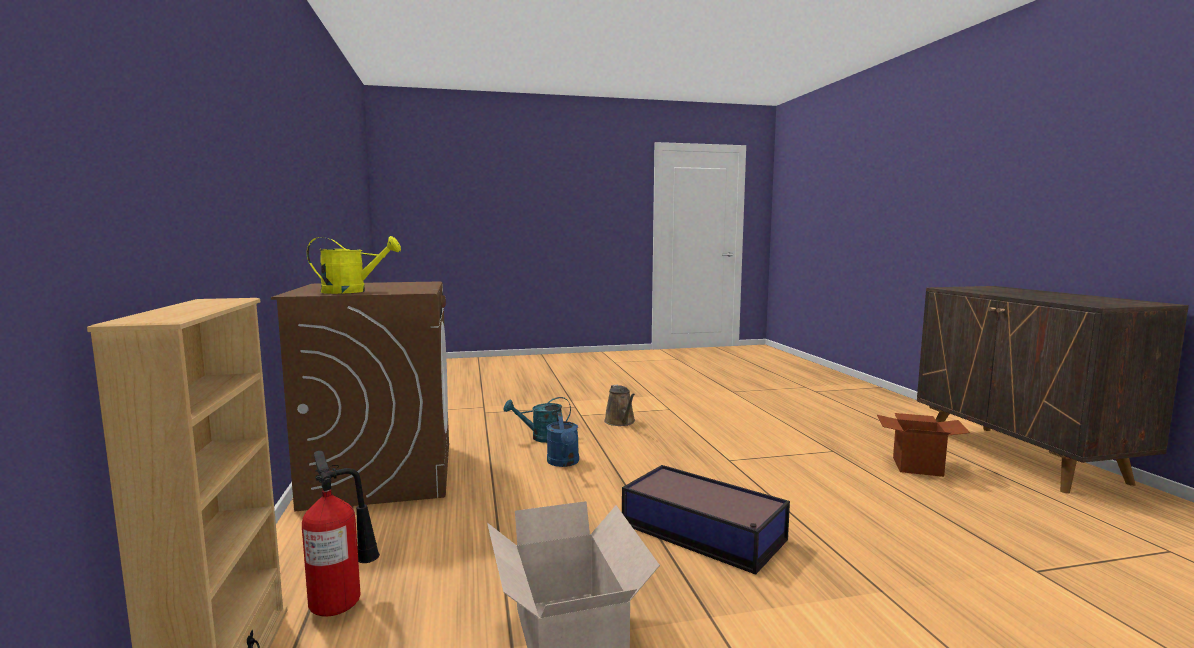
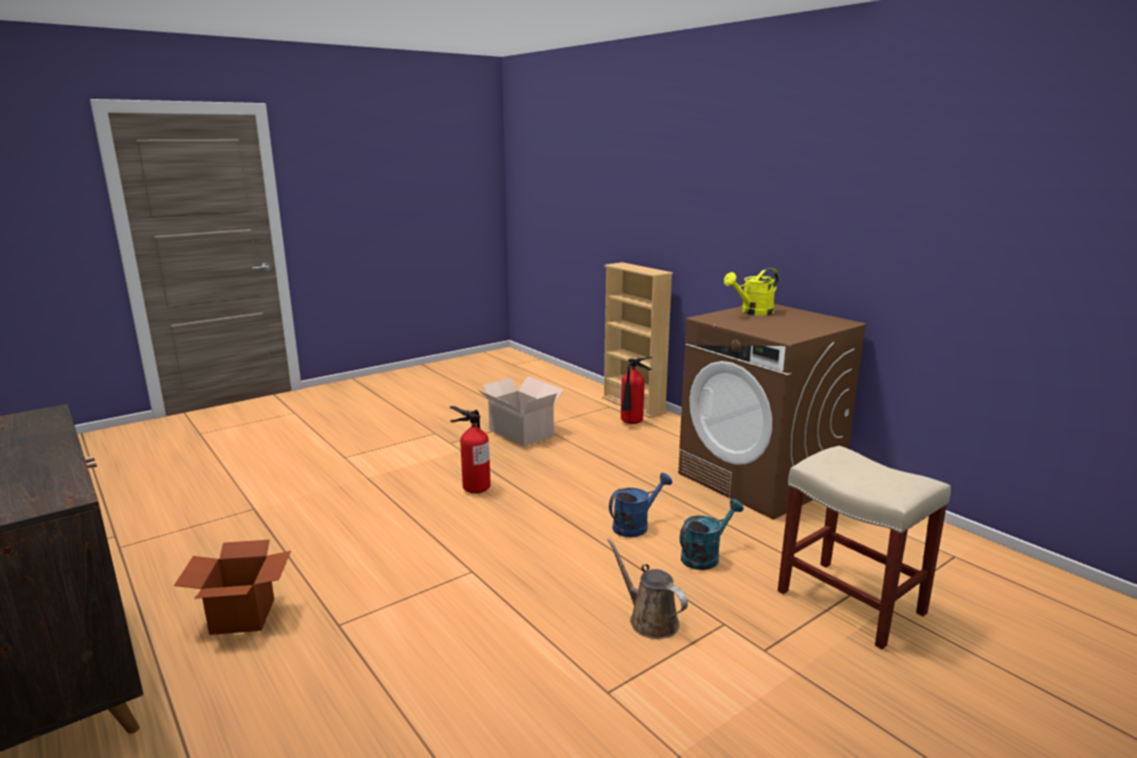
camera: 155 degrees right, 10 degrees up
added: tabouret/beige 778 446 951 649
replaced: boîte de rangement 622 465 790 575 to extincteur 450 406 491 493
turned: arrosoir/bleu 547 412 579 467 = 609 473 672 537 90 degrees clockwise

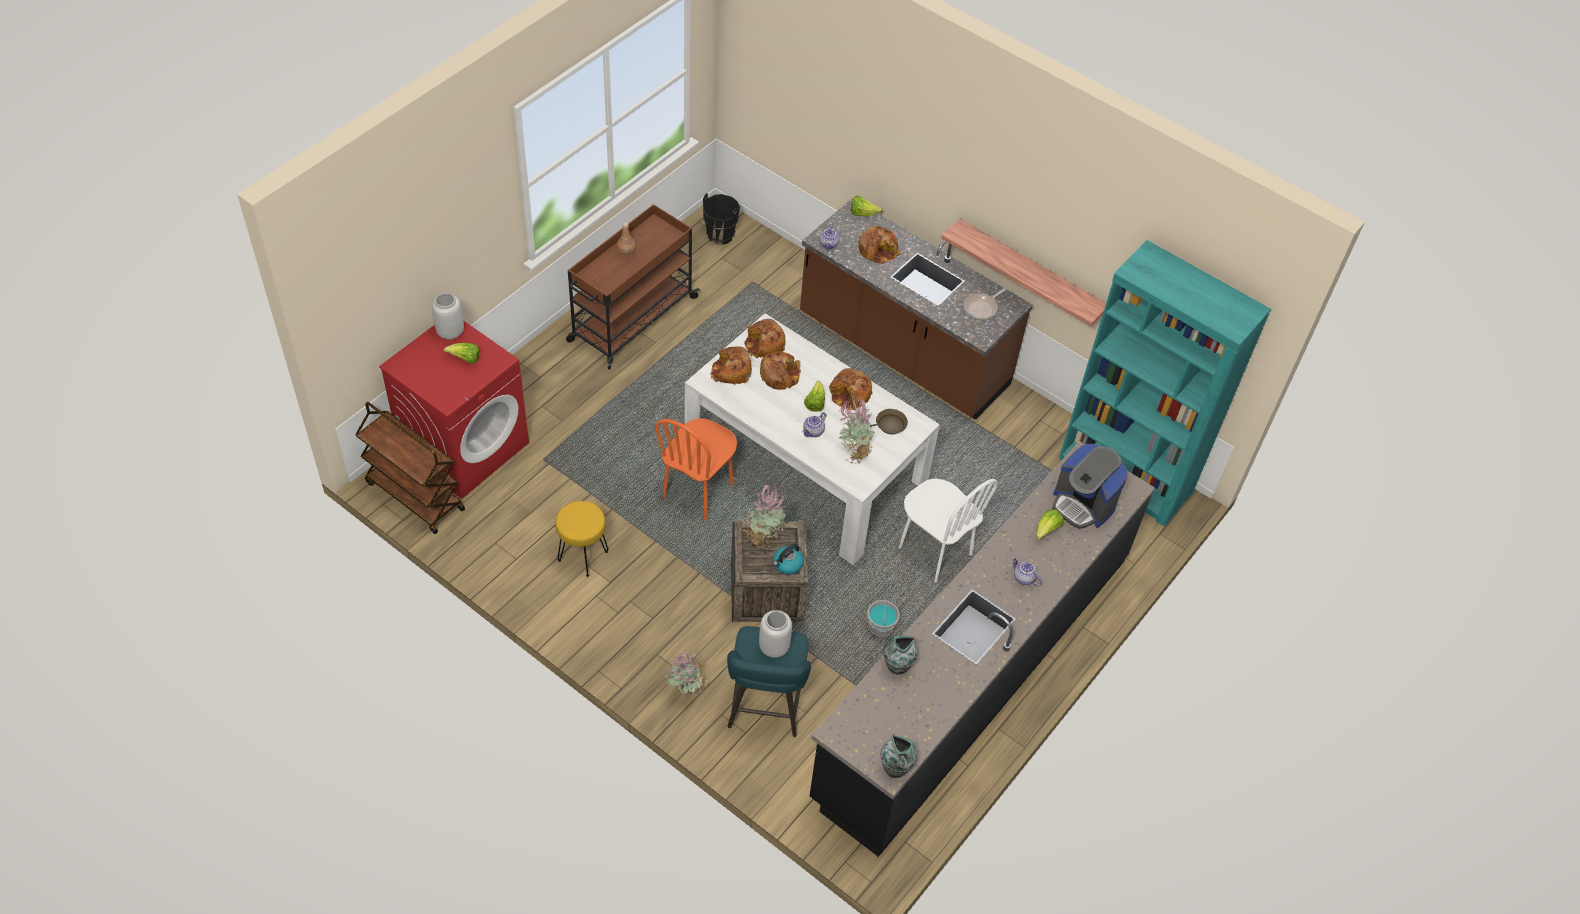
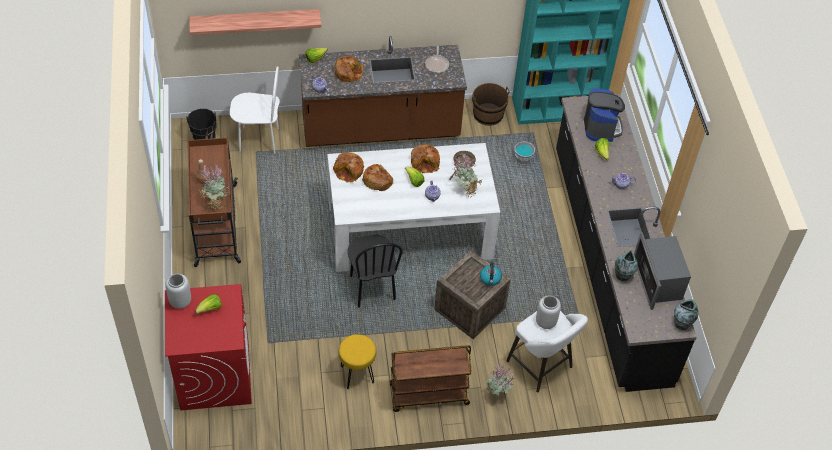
camera: 45 degrees left, 0 degrees up
removed: pain 710 346 752 384
added: seau/marron 472 83 510 126; micro-ondes 634 232 691 310
moved: étagère 941 219 1106 326 to 189 9 321 35; chariot/marron 355 402 465 534 to 389 345 472 412; chaise/blanc 899 478 998 583 to 230 66 280 154; plante en pot 742 483 786 550 to 199 164 228 211; seau/gris 867 596 900 637 to 515 140 535 166
recoloured: chaise/orange 655 418 737 521 to chaise/noir 347 235 403 307; tabouret/turquoise 727 626 811 737 to tabouret/blanc 506 311 588 392
turned: machine à café 1053 444 1128 529 = 584 88 625 142 90 degrees counterclockwise

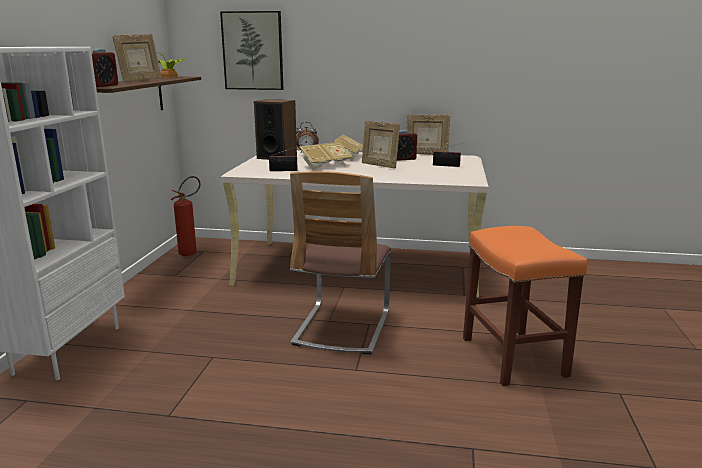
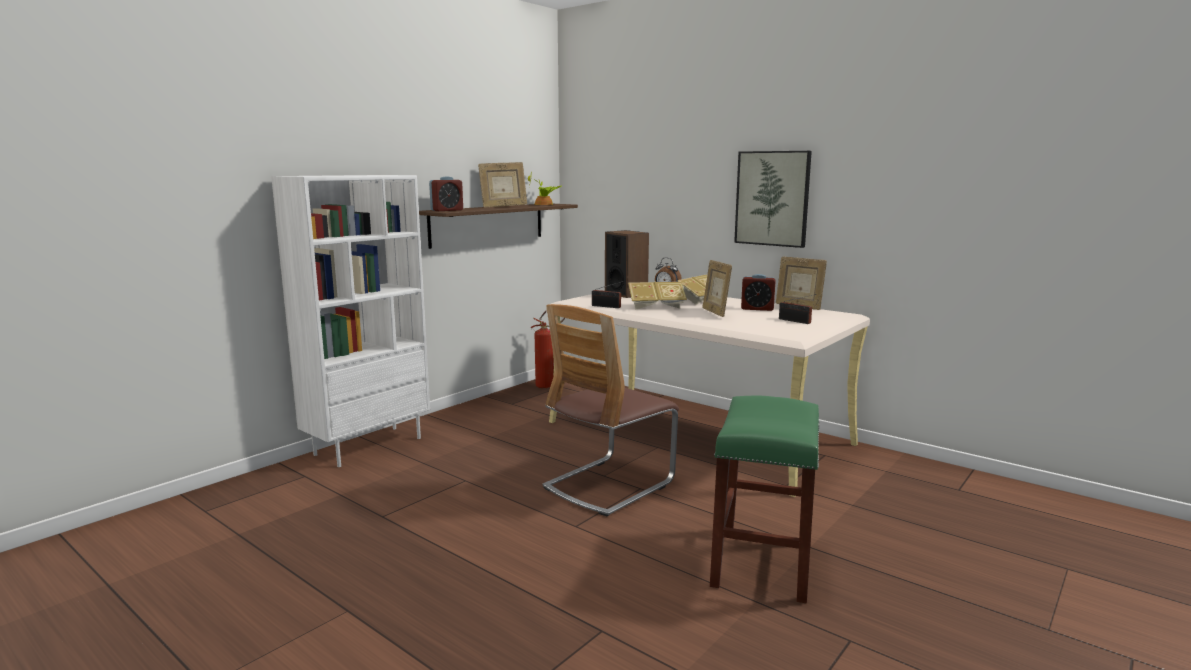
camera: 30 degrees right, 5 degrees down
moved: tableau 220 11 284 90 to 734 151 812 248
recoloured: tabouret/orange 463 226 587 386 to tabouret/vert 710 395 819 603

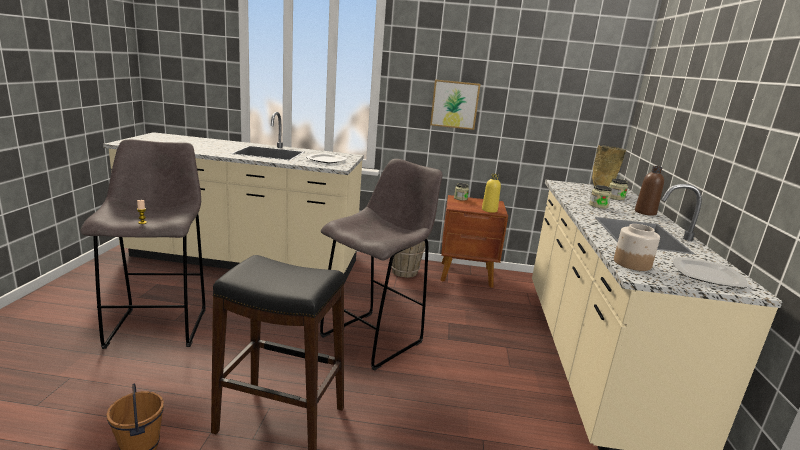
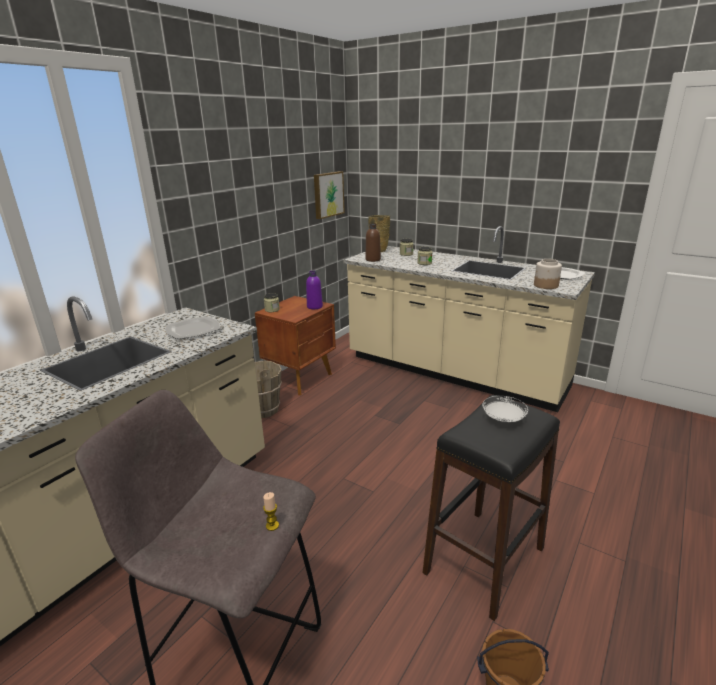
camera: 60 degrees left, 5 degrees up
removed: tabouret/gris 320 159 442 371
added: assiette/blanc 483 396 528 422
moved: tableau 430 80 480 130 to 314 171 345 219; bouteille/marron 635 166 664 216 to 365 223 381 262
recoloured: bouteille/jaune 482 174 501 213 to bouteille/violet 306 271 323 309

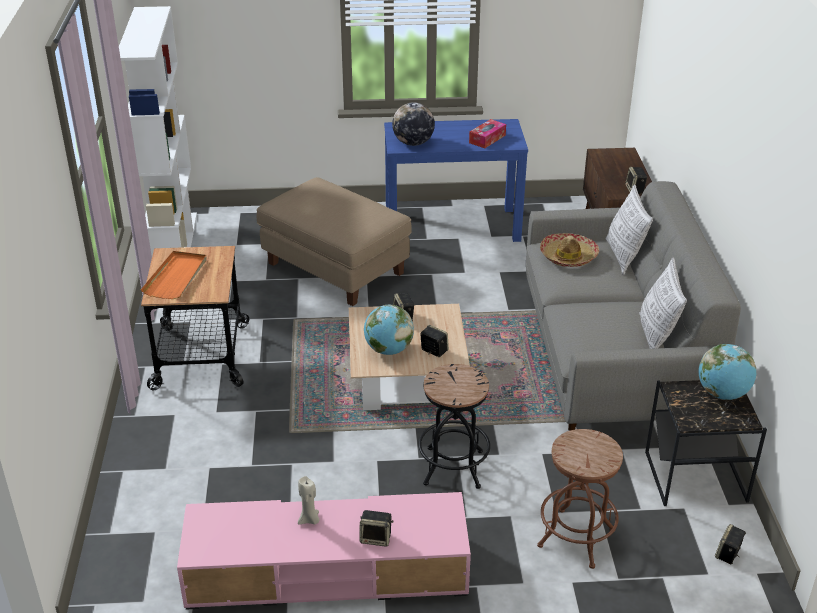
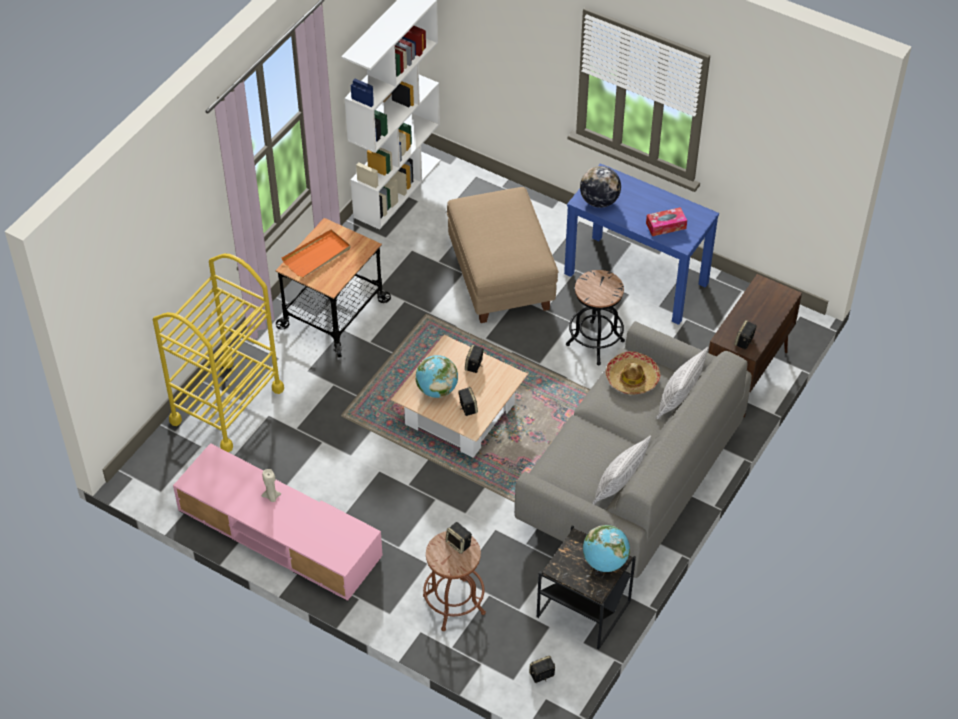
camera: 35 degrees right, 15 degrees up
added: chariot/jaune 153 254 284 452
moved: tabouret/noir 418 364 490 489 to 566 270 625 365; enceinte 359 510 393 547 to 446 522 472 554

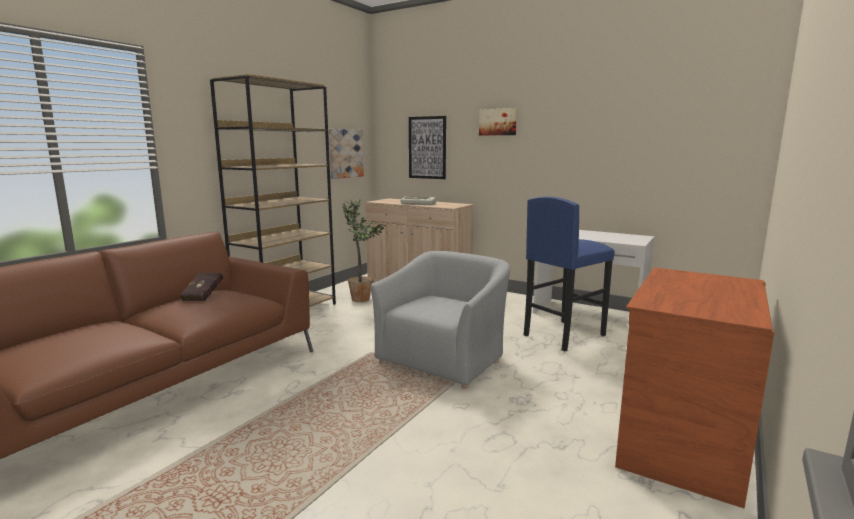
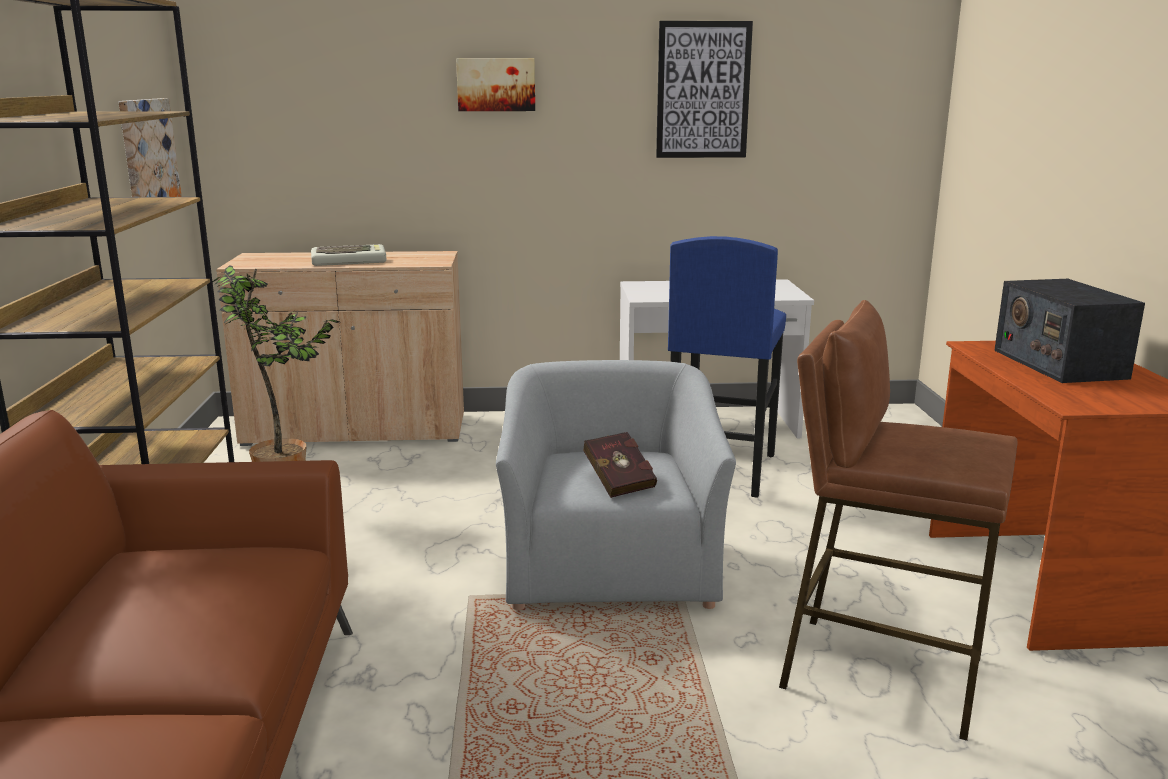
camera: 35 degrees left, 5 degrees up
added: radio 994 279 1145 383; tabouret/marron 779 300 1018 741
moved: tableau 409 116 446 179 to 656 21 753 158; livre/rouge 179 273 223 301 to 583 432 657 498

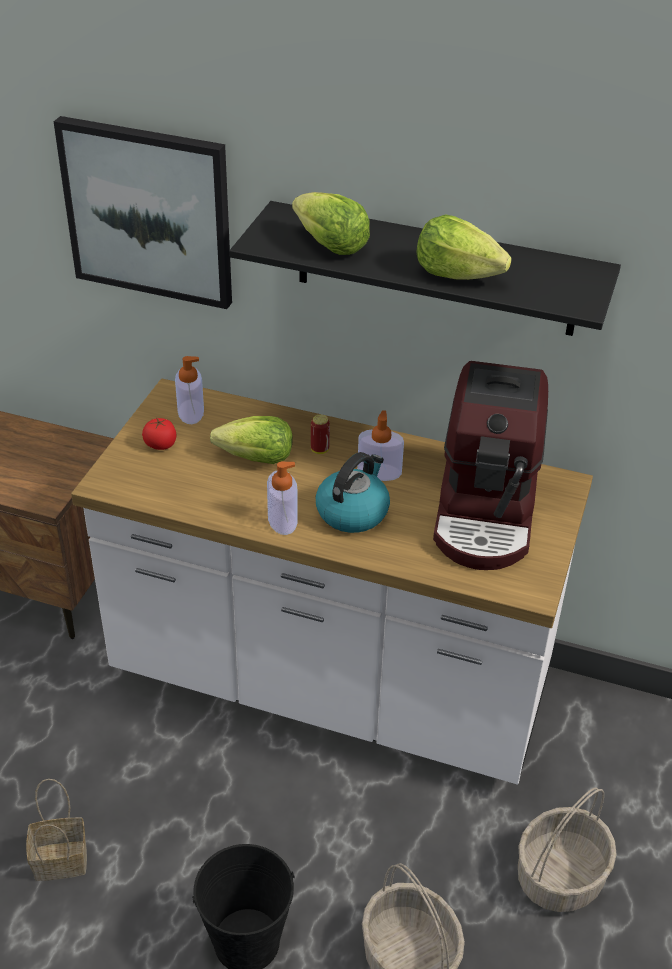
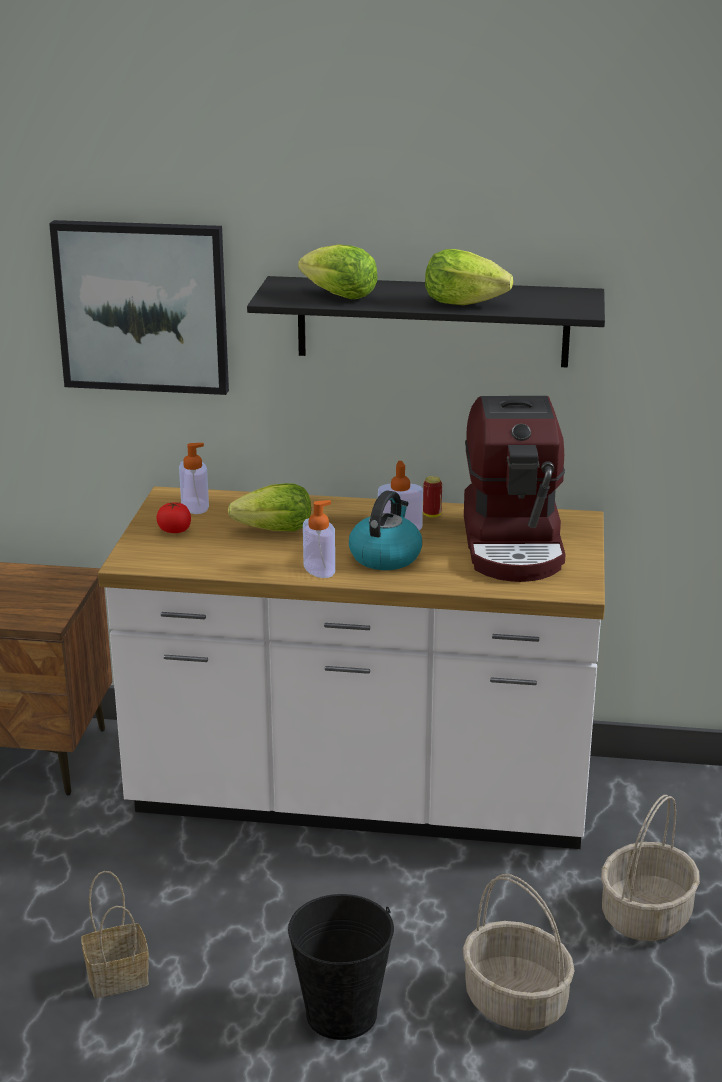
camera: 10 degrees left, 15 degrees down
moved: boîte métallique 311 414 330 454 to 423 476 442 518

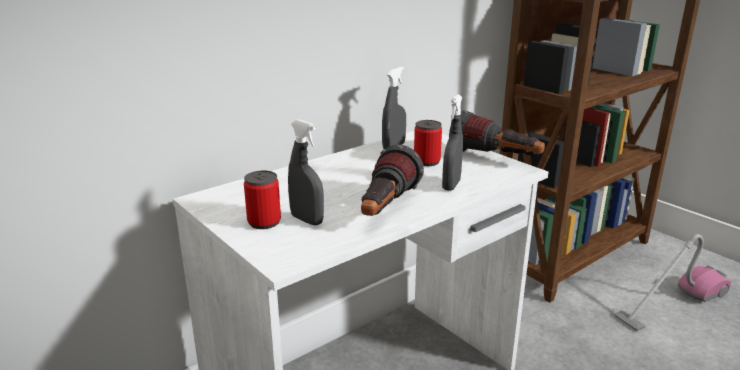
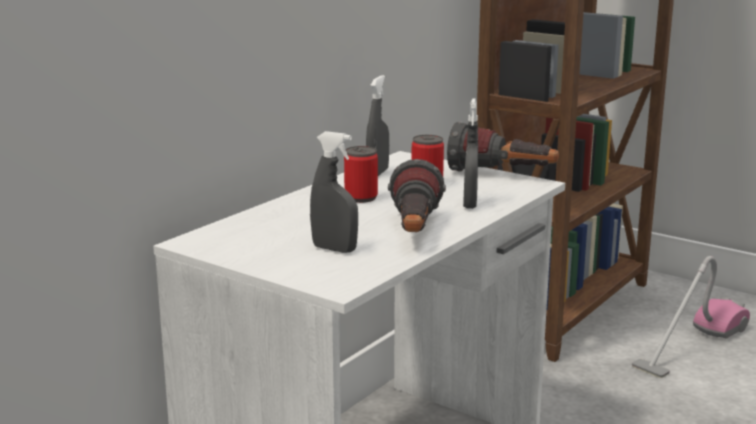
camera: 15 degrees left, 5 degrees down
moved: boîte métallique 244 171 281 229 to 344 146 378 203

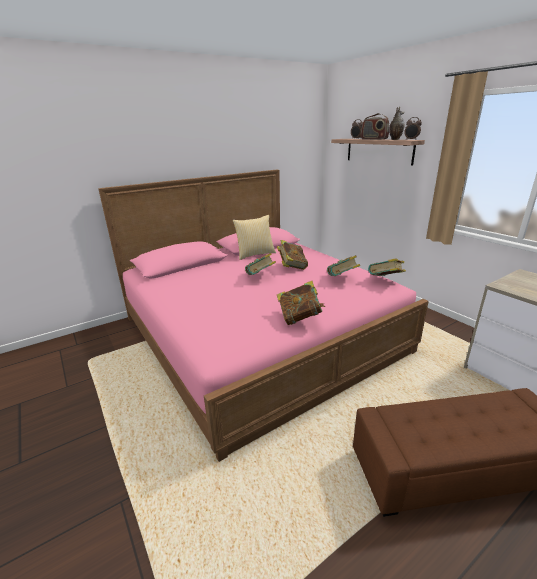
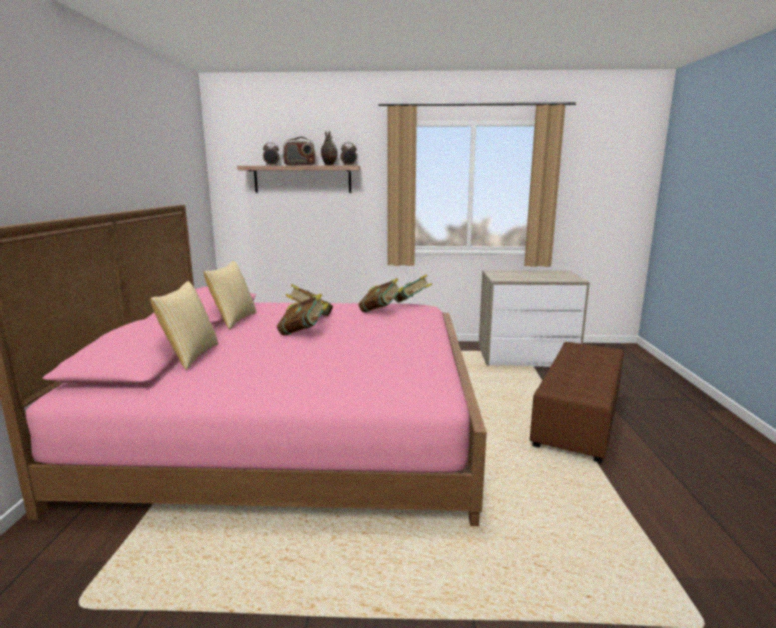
camera: 55 degrees left, 10 degrees down
removed: livre 277 281 325 325
added: coussin 150 281 218 370

